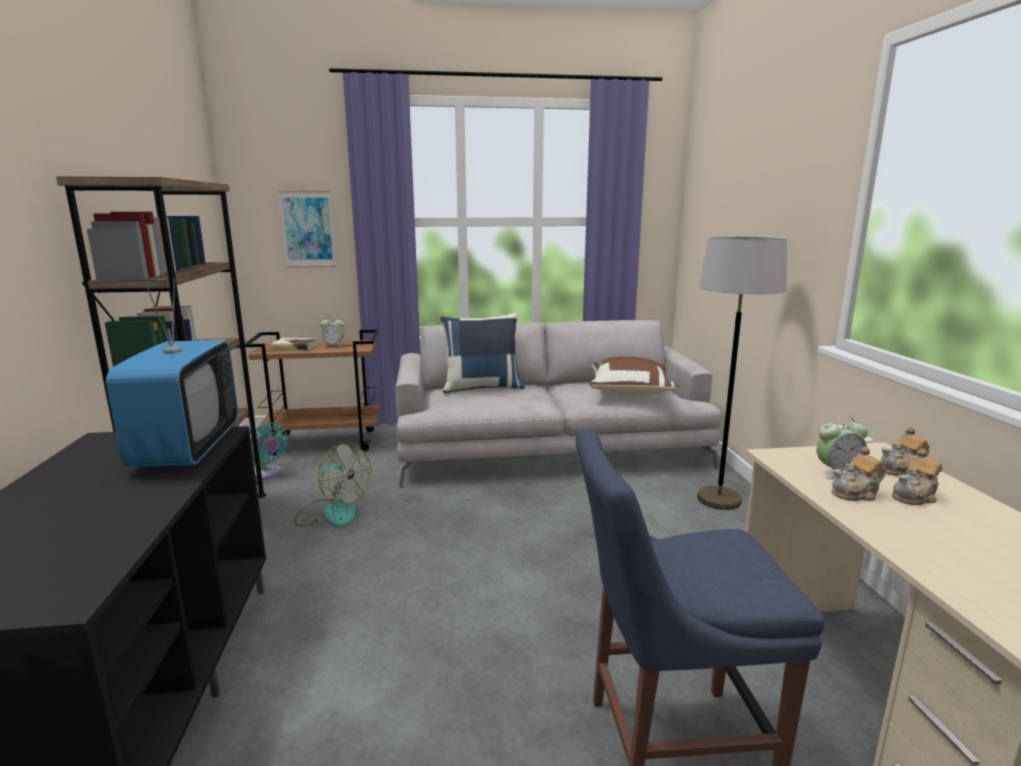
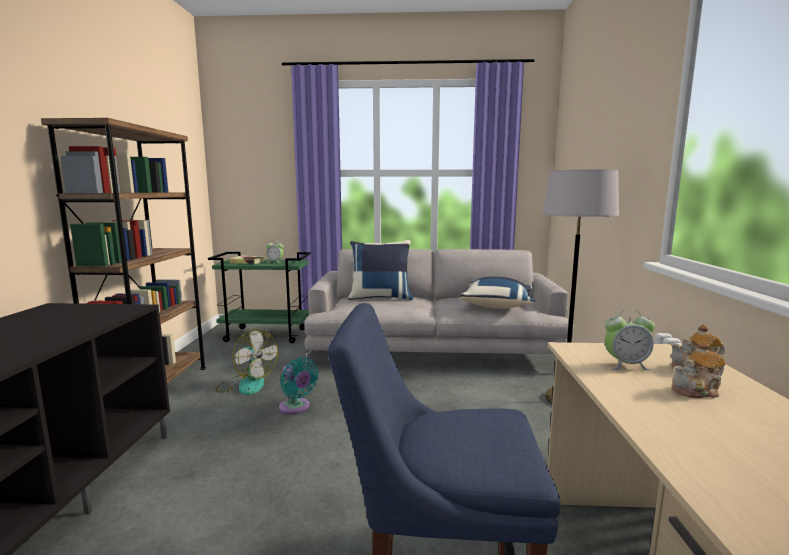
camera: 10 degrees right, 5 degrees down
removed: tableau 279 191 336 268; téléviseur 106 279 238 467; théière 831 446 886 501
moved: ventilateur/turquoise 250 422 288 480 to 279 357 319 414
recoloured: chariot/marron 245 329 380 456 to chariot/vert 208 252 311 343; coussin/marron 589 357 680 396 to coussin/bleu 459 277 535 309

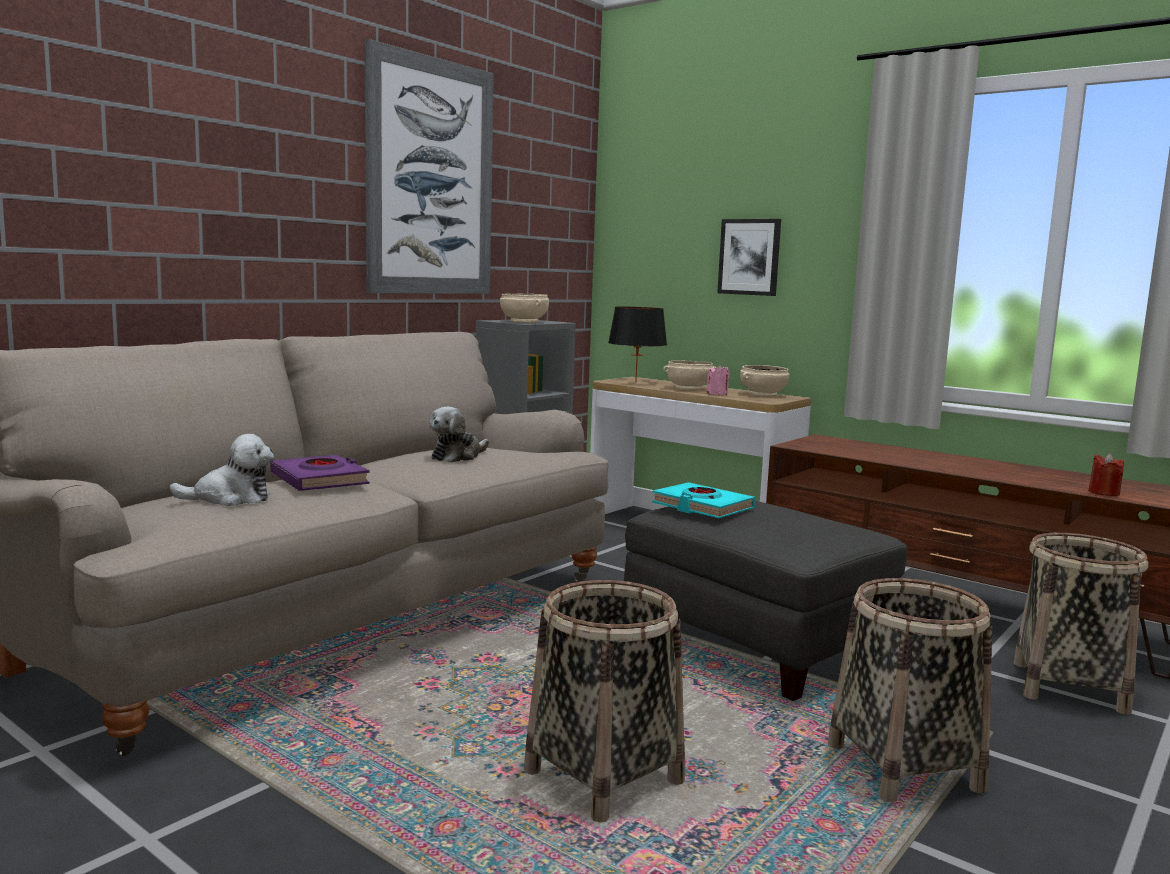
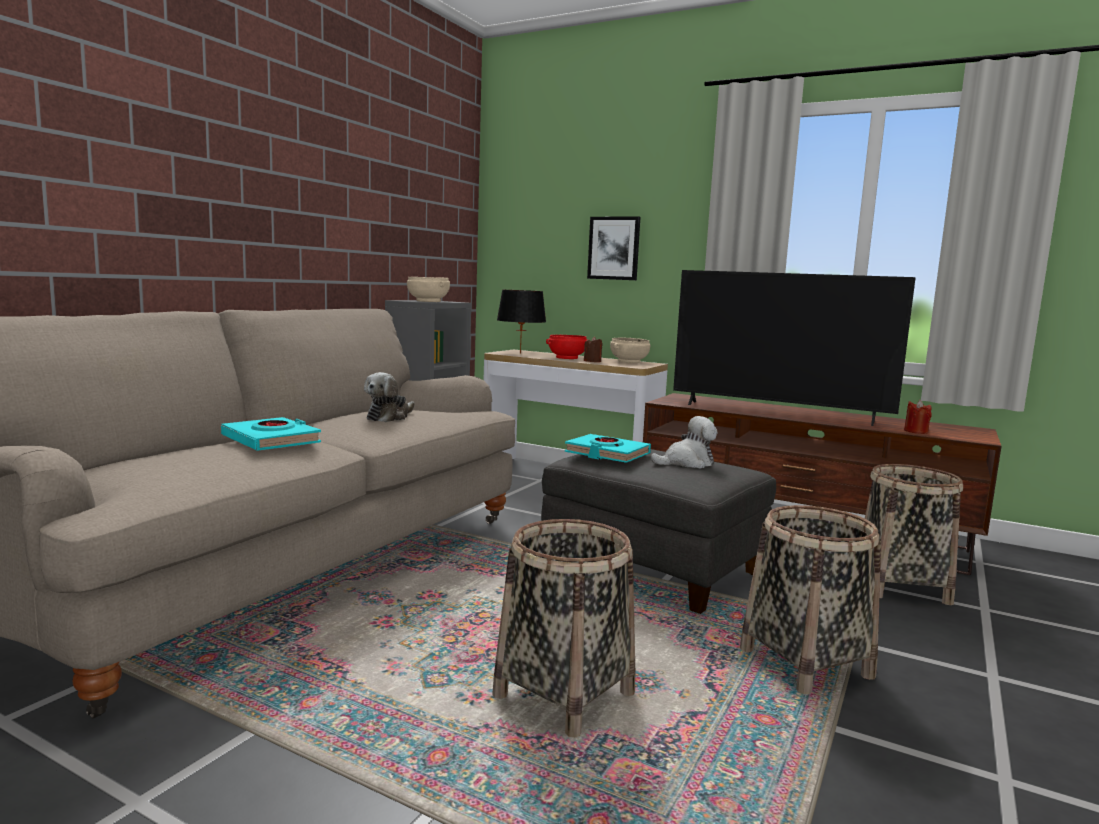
camera: 10 degrees left, 0 degrees up
removed: tableau 365 39 494 294
added: téléviseur 673 270 916 426
moved: peluche 169 434 274 506 to 650 416 718 469
recoloured: bol/beige 663 361 716 390 to bol/rouge 546 335 588 359; bougie/rose 706 364 730 395 to bougie/marron 584 337 603 362; livre/violet 270 455 369 491 to livre/turquoise 221 417 321 450

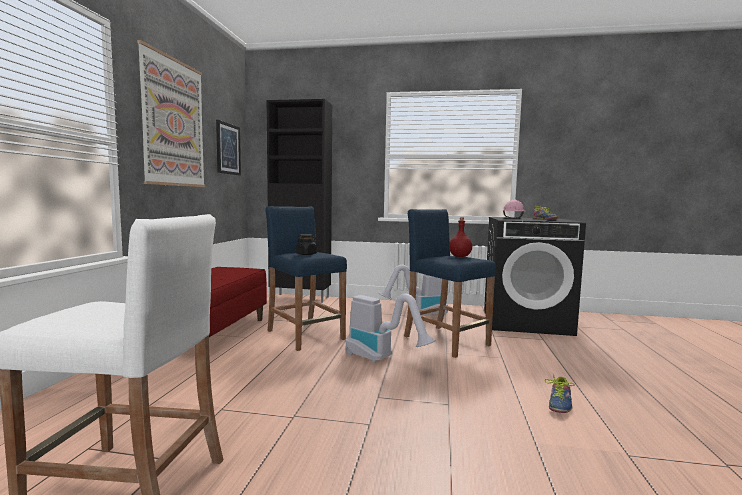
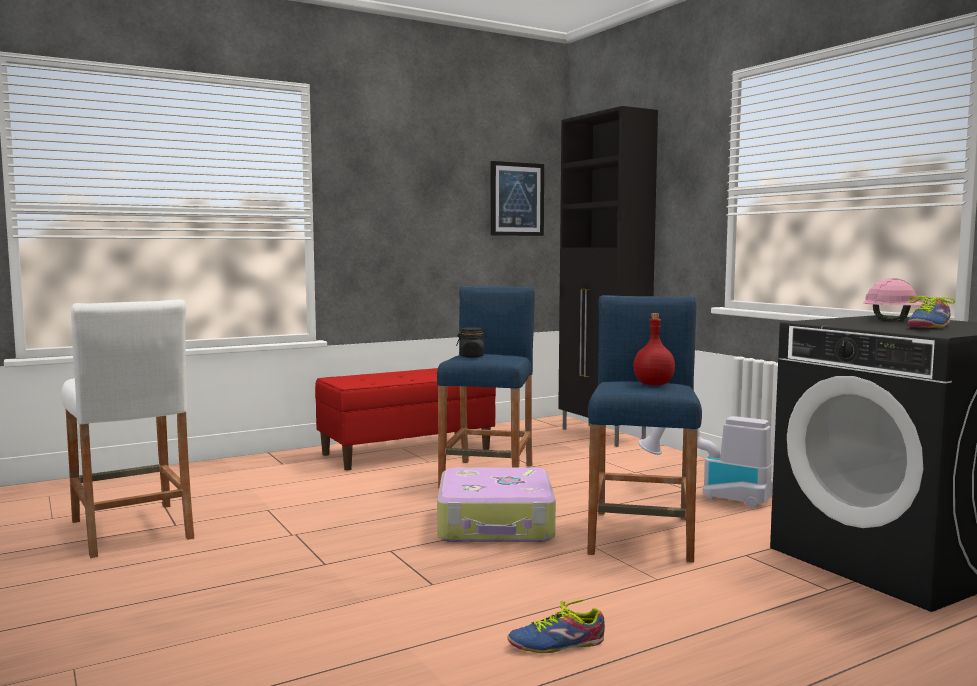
camera: 50 degrees right, 0 degrees up
removed: tableau 137 40 205 187
replaced: aspirateur 346 293 436 363 to valise 437 467 556 542

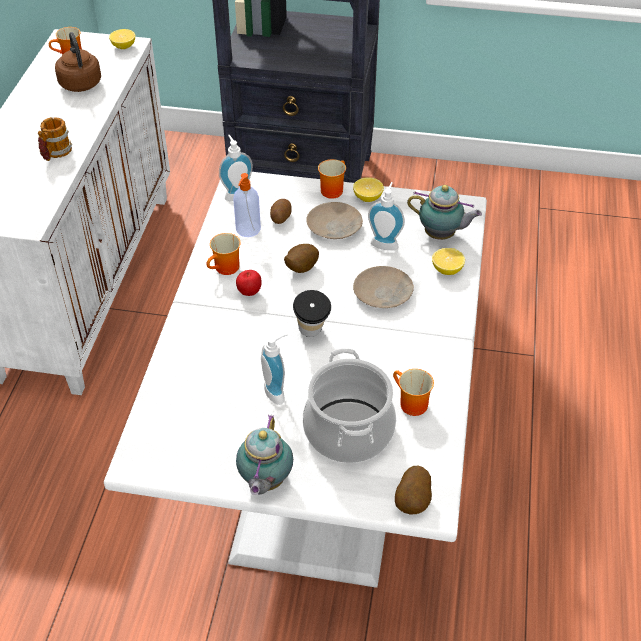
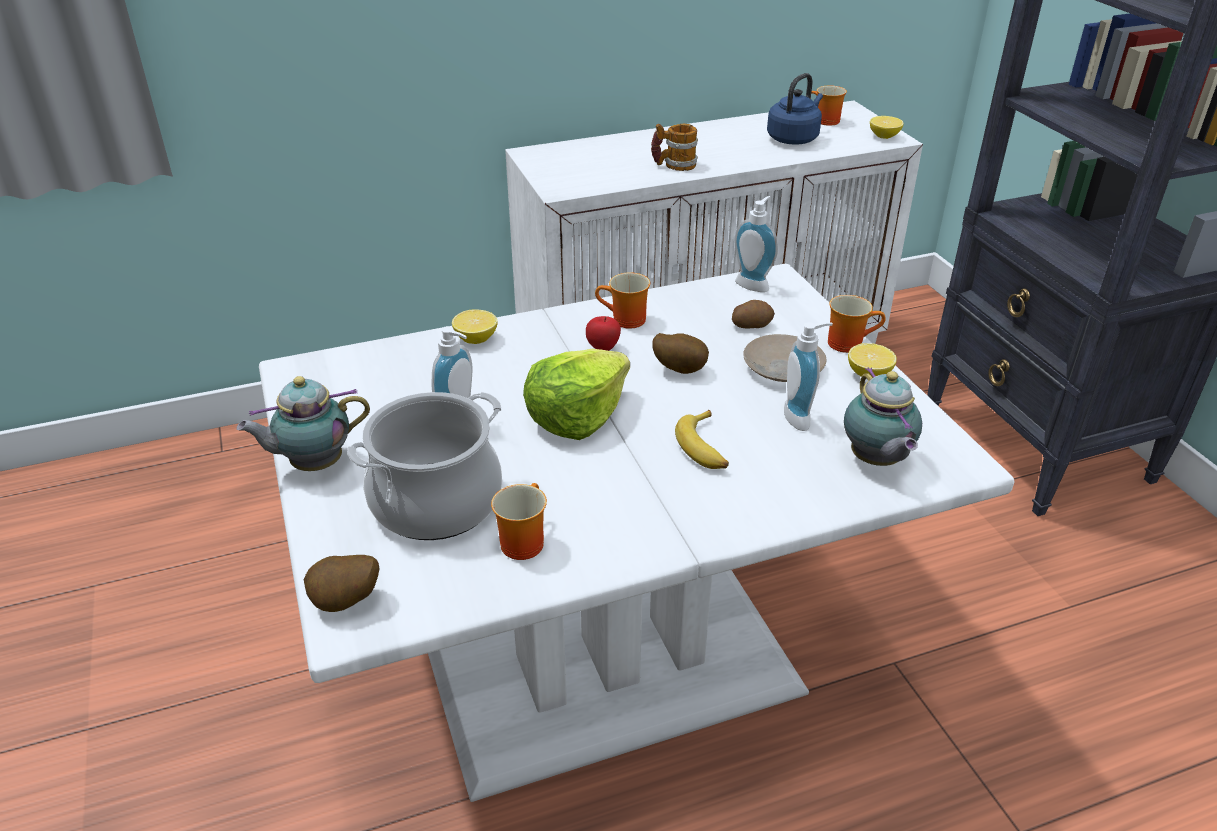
camera: 60 degrees right, 10 degrees down
removed: distributeur de savon 233 173 261 237
moved: citron 432 248 465 275 to 452 309 498 344
replaced: assiette/beige 353 266 414 308 to banane 675 410 729 469; tasse 293 290 331 337 to laitue 523 349 630 440
recoloured: bouilloire/marron 55 32 101 92 to bouilloire/bleu 767 73 823 145

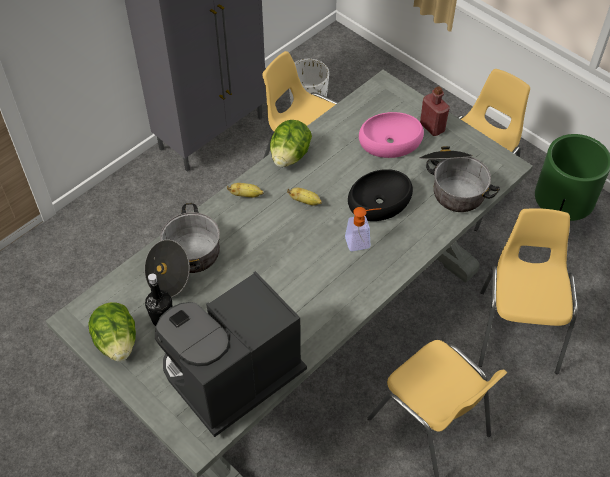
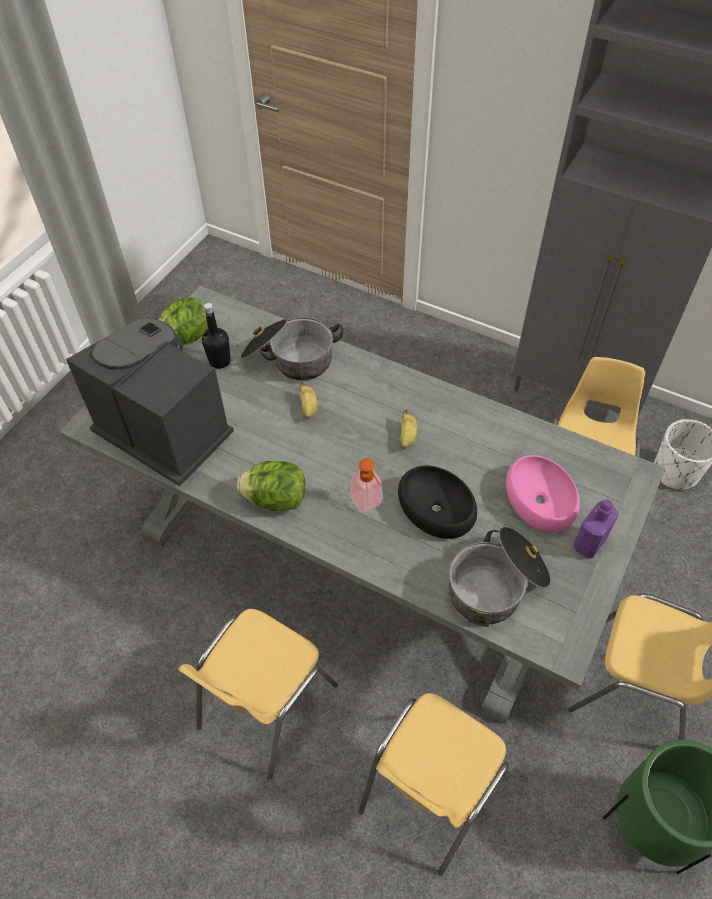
camera: 75 degrees right, 0 degrees up
moved: laitue 270 120 312 167 to 237 461 305 511; banane 227 183 263 197 to 299 382 318 418
recoloured: bouteille/rouge 420 86 450 136 to bouteille/violet 573 499 619 558
turned: chaise/jaune 478 208 578 374 = 358 693 509 876 135 degrees clockwise

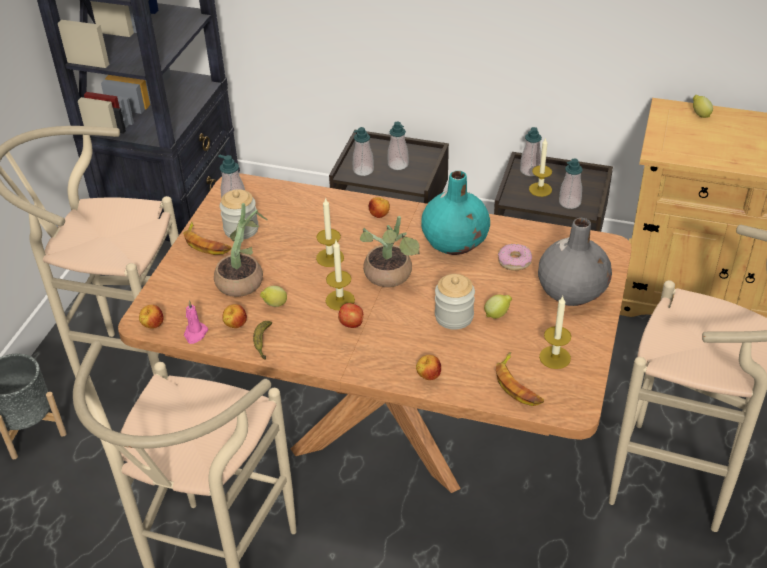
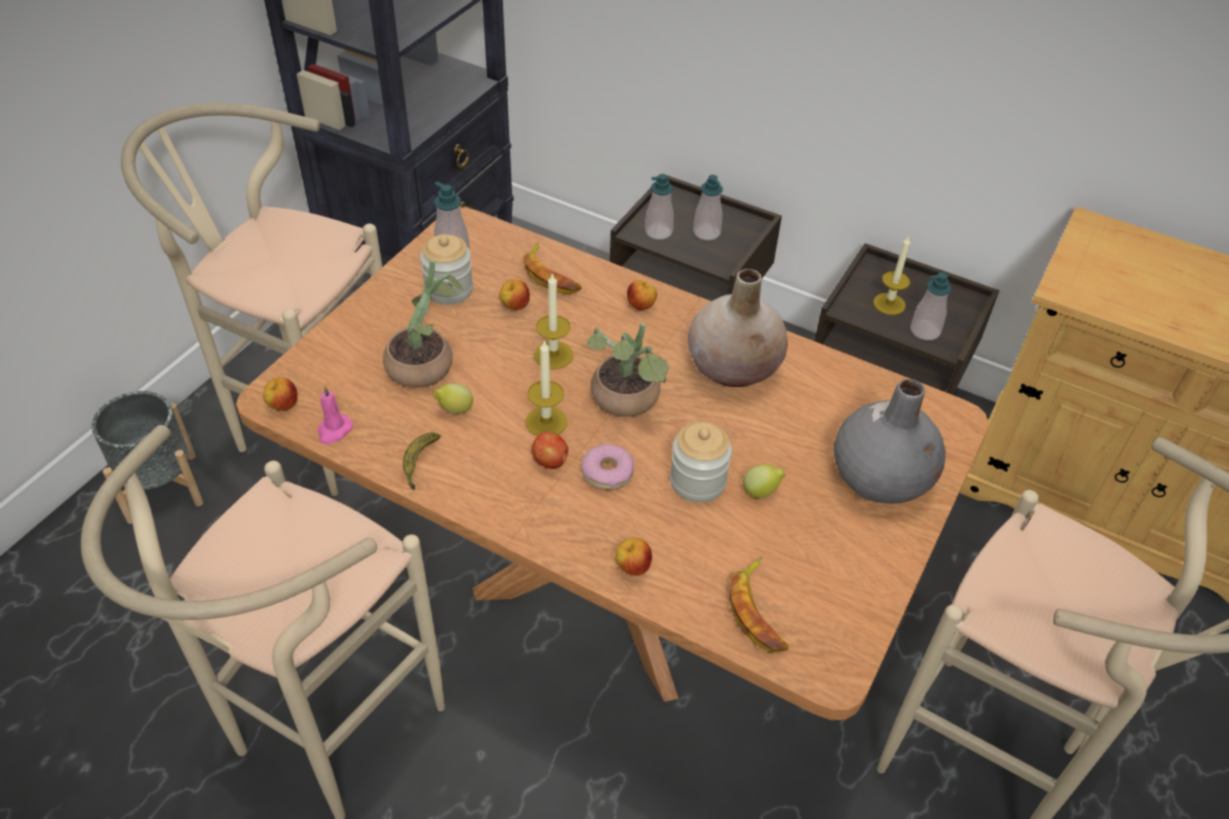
camera: 10 degrees right, 5 degrees up
removed: citron 693 95 713 118; distributeur de savon 520 127 542 176; bougie 539 296 571 369
moved: banane 183 221 231 255 to 523 242 582 294; beignet 498 244 532 271 to 581 444 634 490; pomme 222 304 247 328 to 499 279 530 310
recoloured: vase/turquoise 421 171 490 255 to vase/beige 688 269 788 387

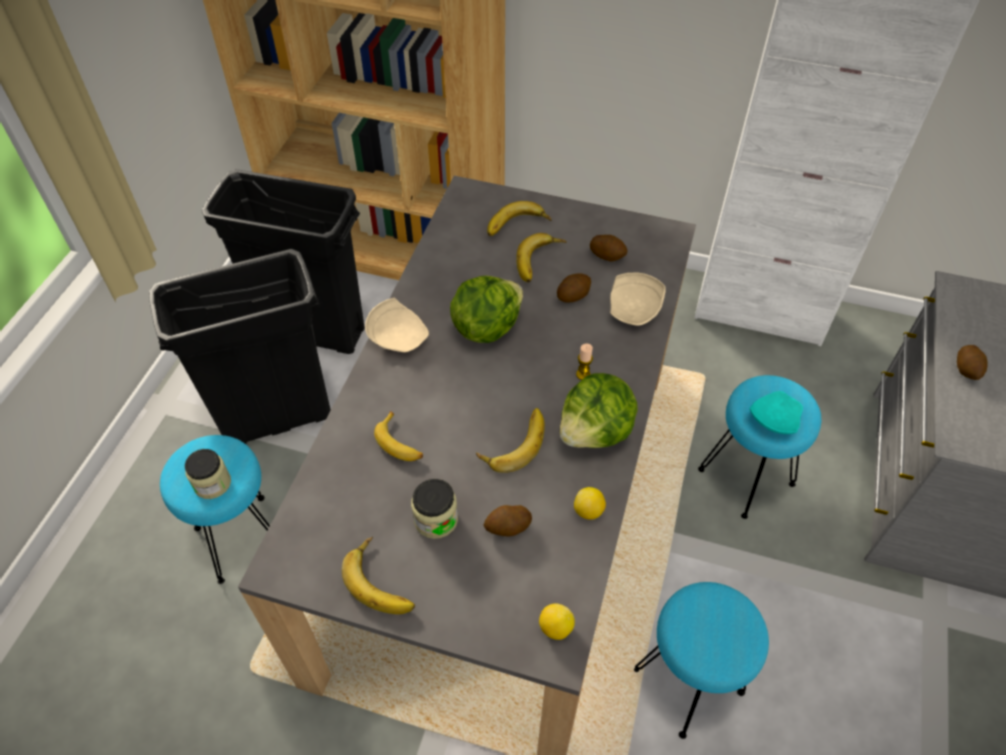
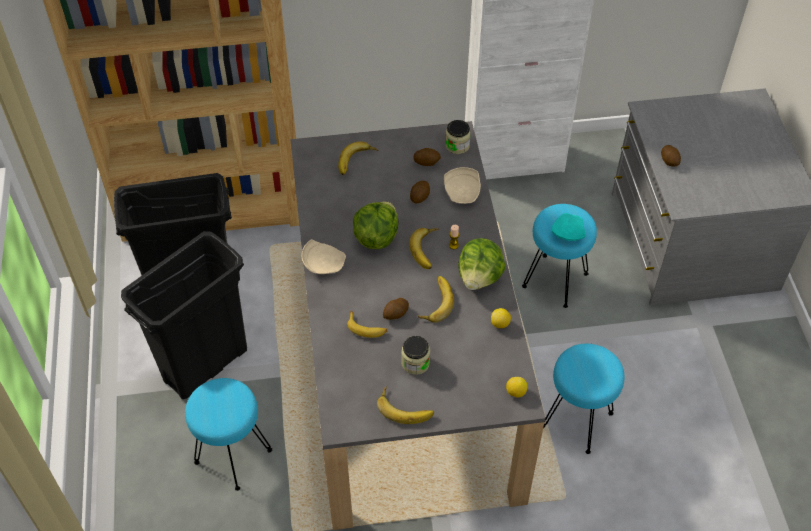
camera: 25 degrees left, 0 degrees up
moved: banane 516 233 567 282 to 409 228 439 269; bocal 185 449 231 499 to 445 120 471 154; pomme de terre 483 505 532 537 to 383 298 409 320

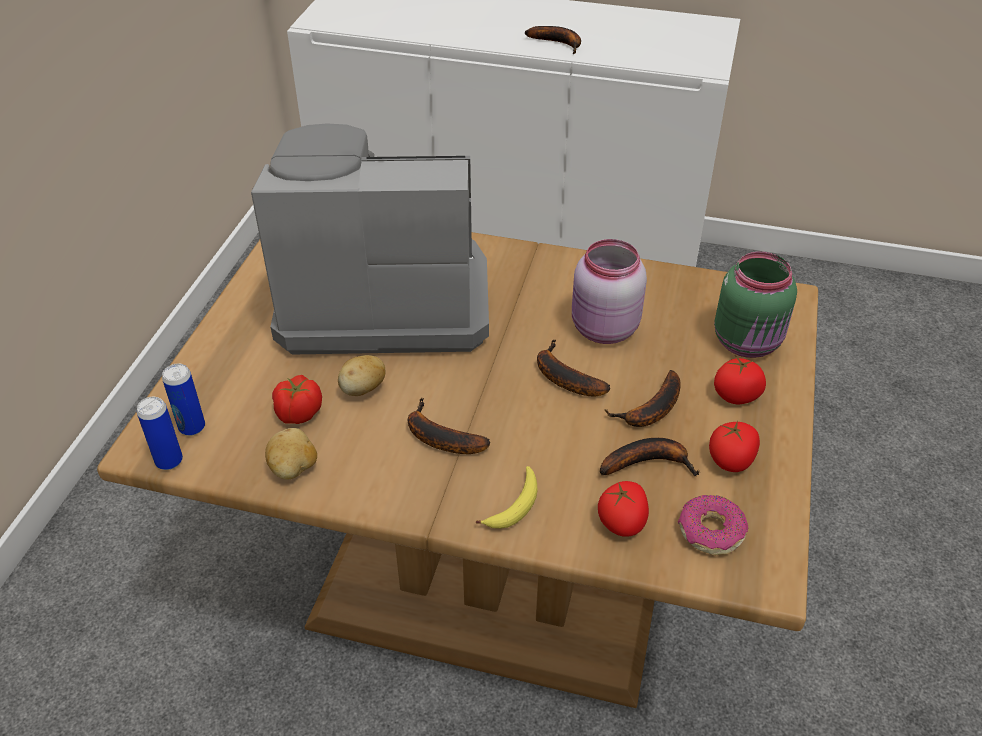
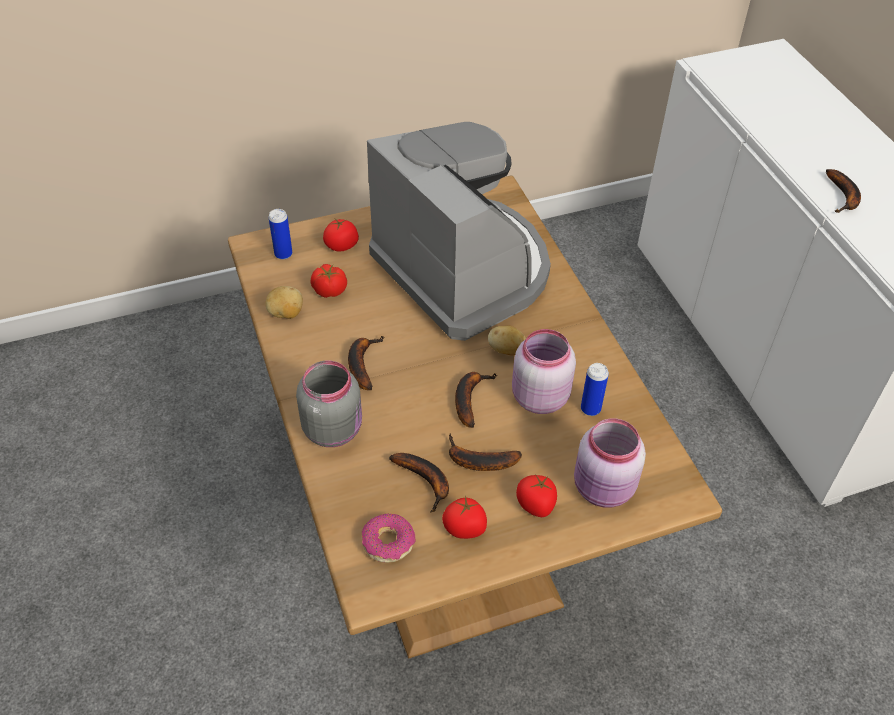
camera: 55 degrees right, 5 degrees up
moved: pomme de terre 338 355 386 396 to 488 326 526 355; boîte métallique 137 397 183 470 to 581 363 609 416; tomate 598 481 649 537 to 323 218 359 252
replaced: banane 476 466 537 529 to bocal/gris 296 361 362 447
recoloured: bocal/vert 714 252 797 358 to bocal/rose 574 418 646 508

